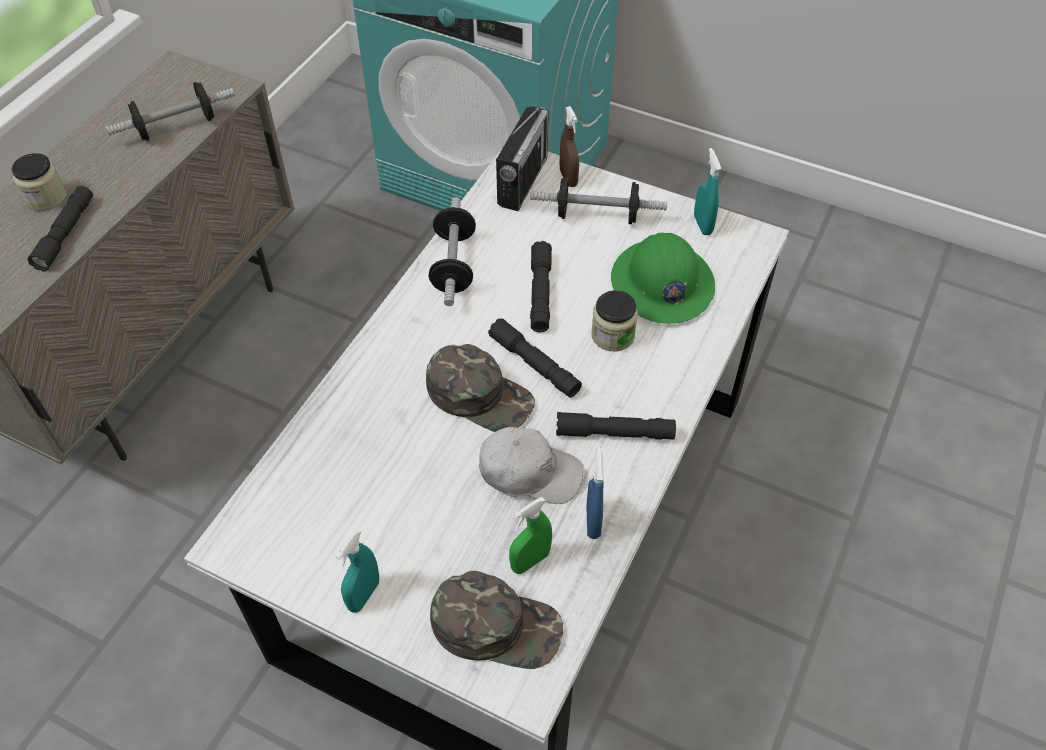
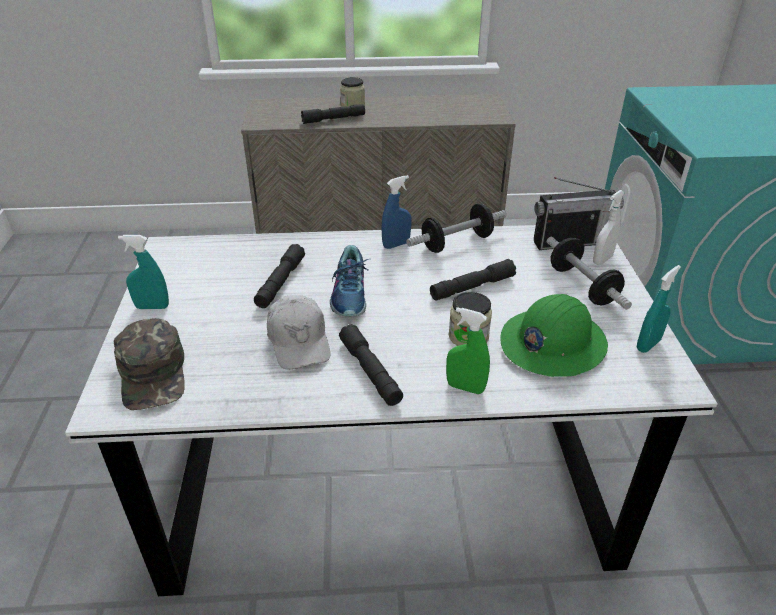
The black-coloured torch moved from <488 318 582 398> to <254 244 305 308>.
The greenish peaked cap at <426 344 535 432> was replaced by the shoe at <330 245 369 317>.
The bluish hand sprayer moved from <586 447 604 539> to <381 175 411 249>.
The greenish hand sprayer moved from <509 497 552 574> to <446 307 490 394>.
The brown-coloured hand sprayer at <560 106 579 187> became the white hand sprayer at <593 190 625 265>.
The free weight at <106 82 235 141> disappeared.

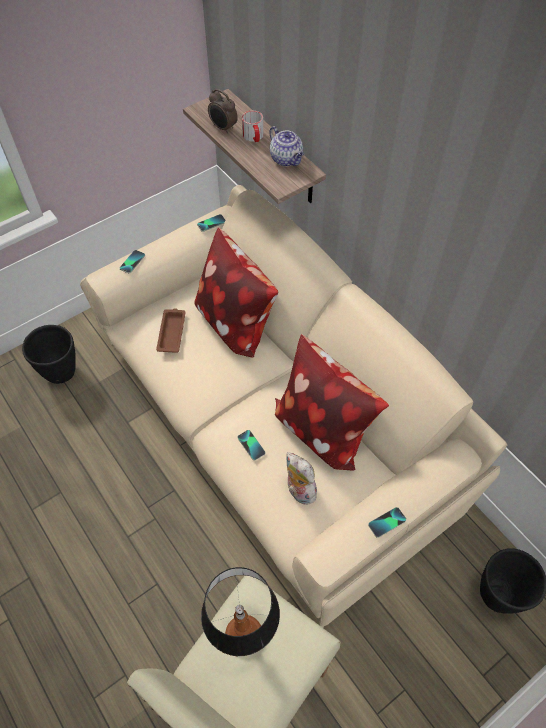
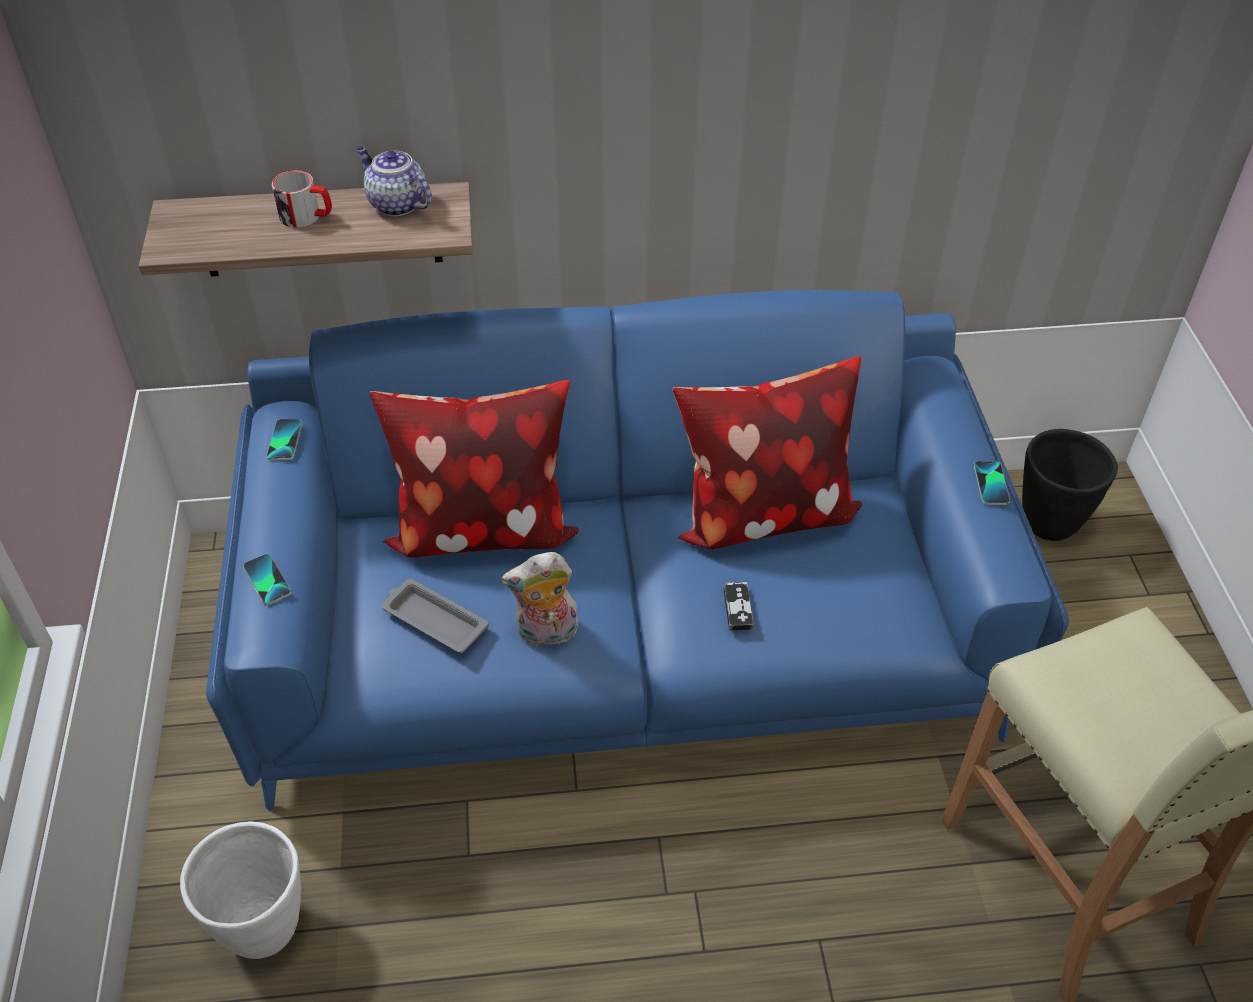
The black-coloured flower pot at <22 325 76 384> became the white flower pot at <180 821 301 959>.
The beige settee at <80 185 507 628> became the bluish settee at <206 290 1069 811>.
The pot for tea at <269 126 304 166> turned 135 degrees counterclockwise.
The brown-coloured serving tray at <156 308 186 353> became the greyish serving tray at <381 579 489 653>.
The cuddly toy moved from <286 452 317 505> to <501 552 579 649>.
The phone at <237 430 266 461> was replaced by the game controller at <723 582 754 631>.
The tabletop lamp at <201 567 280 656> disappeared.
The alarm clock at <208 89 238 134> disappeared.

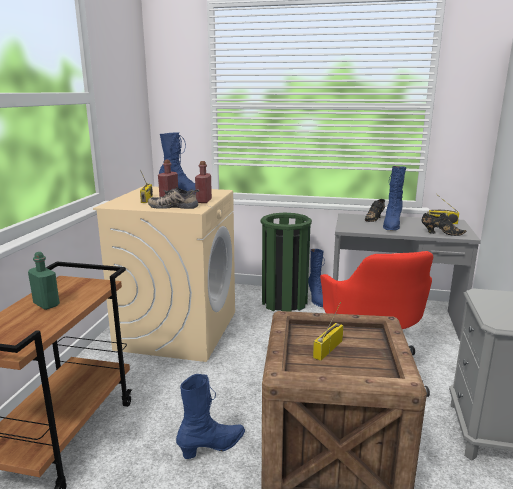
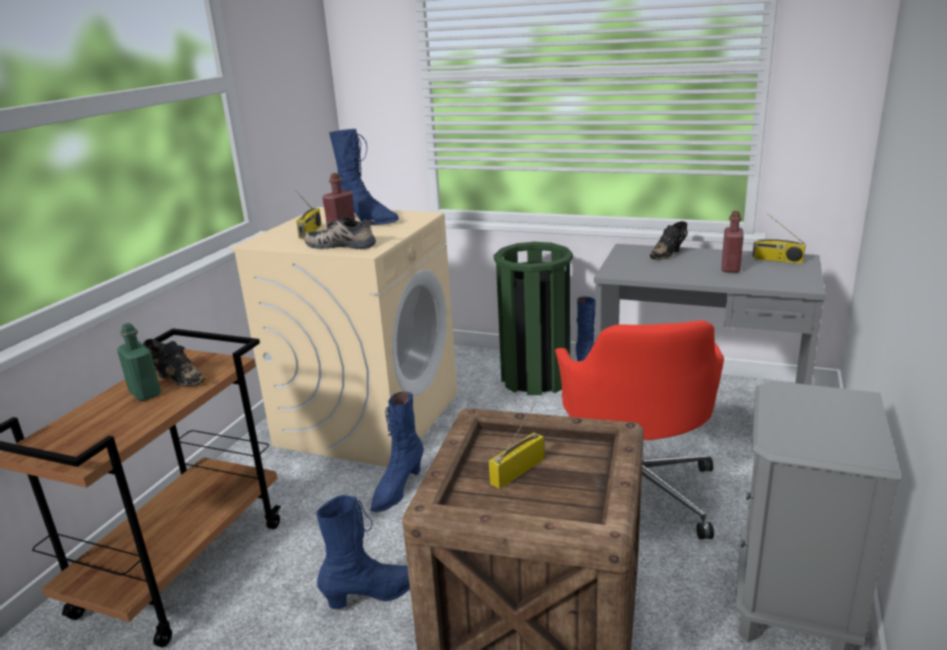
The black-coloured shoe moved from <421 213 466 236> to <143 339 205 386>.
The bluish high-top boot moved from <383 166 406 231> to <370 392 424 512>.
The reddish drink bottle moved from <195 161 212 203> to <721 211 744 273>.

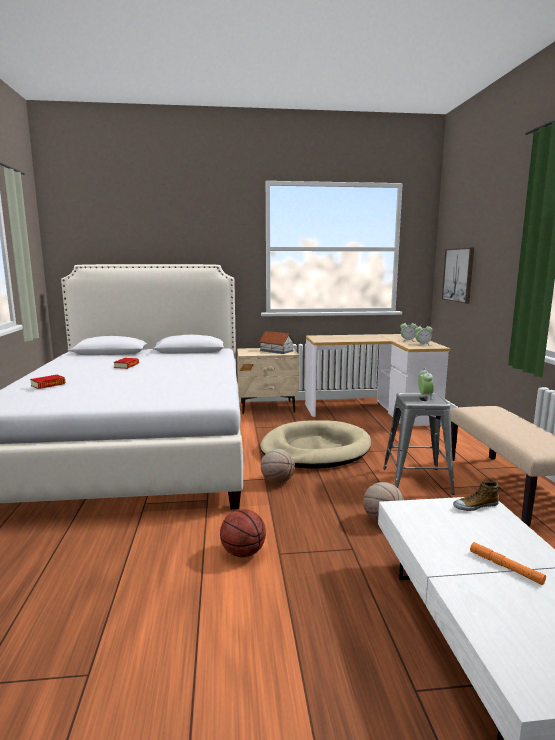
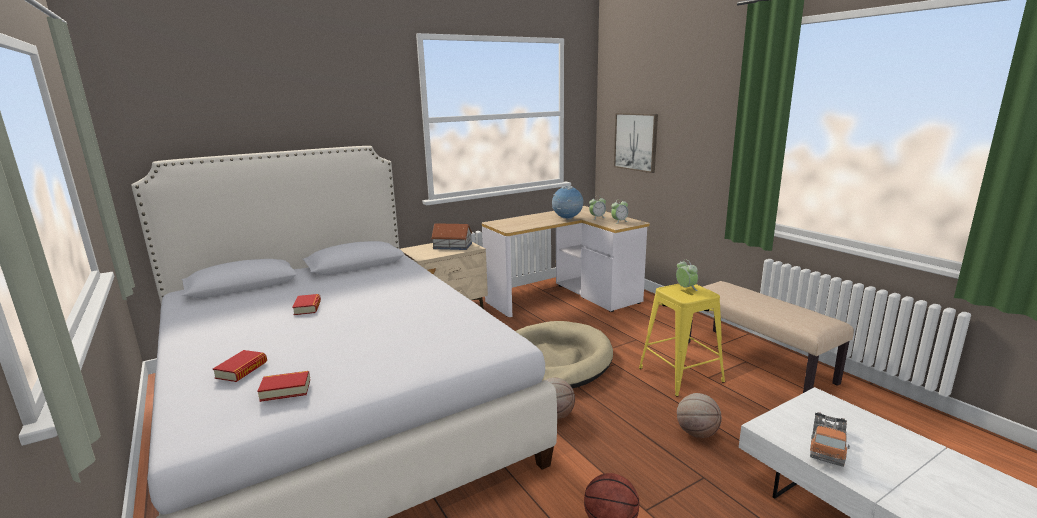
The volume at <258 371 310 402> appeared.
The desk globe at <552 186 584 220> appeared.
The greyish sitting stool at <383 393 455 495> became the yellow-coloured sitting stool at <639 284 725 396>.
The model truck at <810 412 850 467> appeared.
The shoe at <453 481 499 511> disappeared.
The orange-coloured torch at <470 542 546 585> disappeared.

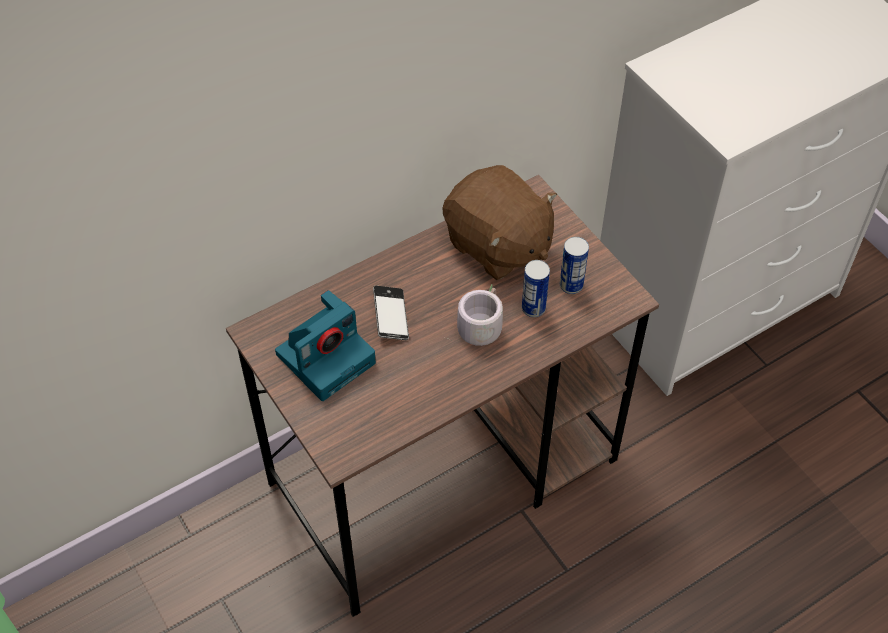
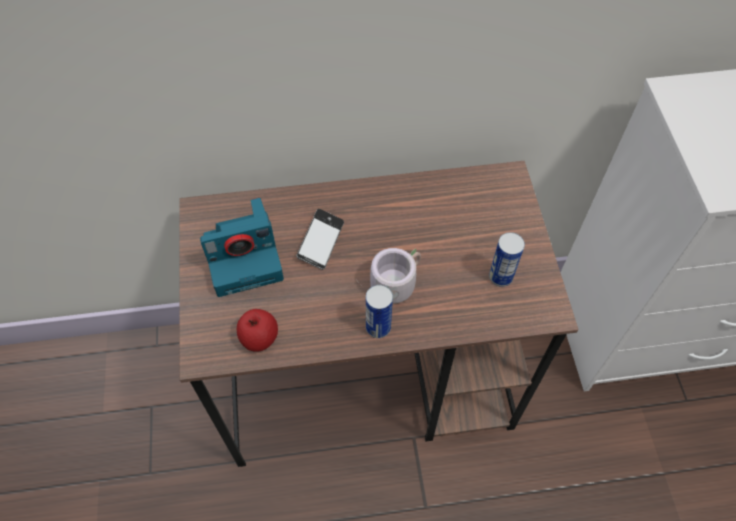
The apple fruit at <237 309 278 352> appeared.
The sealed can moved from <522 260 550 317> to <366 285 393 338>.
The brown-coloured cuddly toy at <443 165 557 280> disappeared.

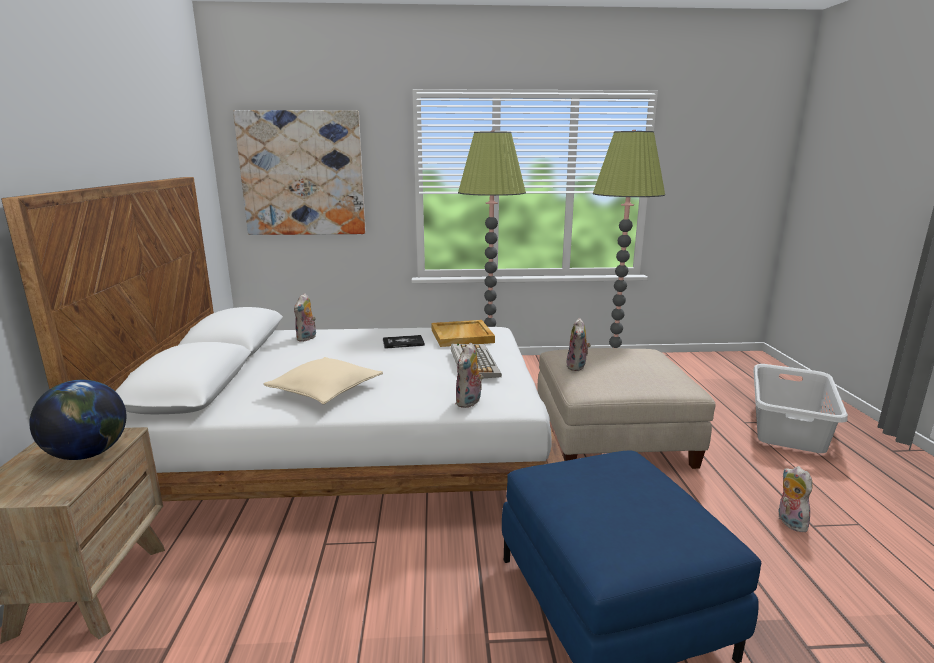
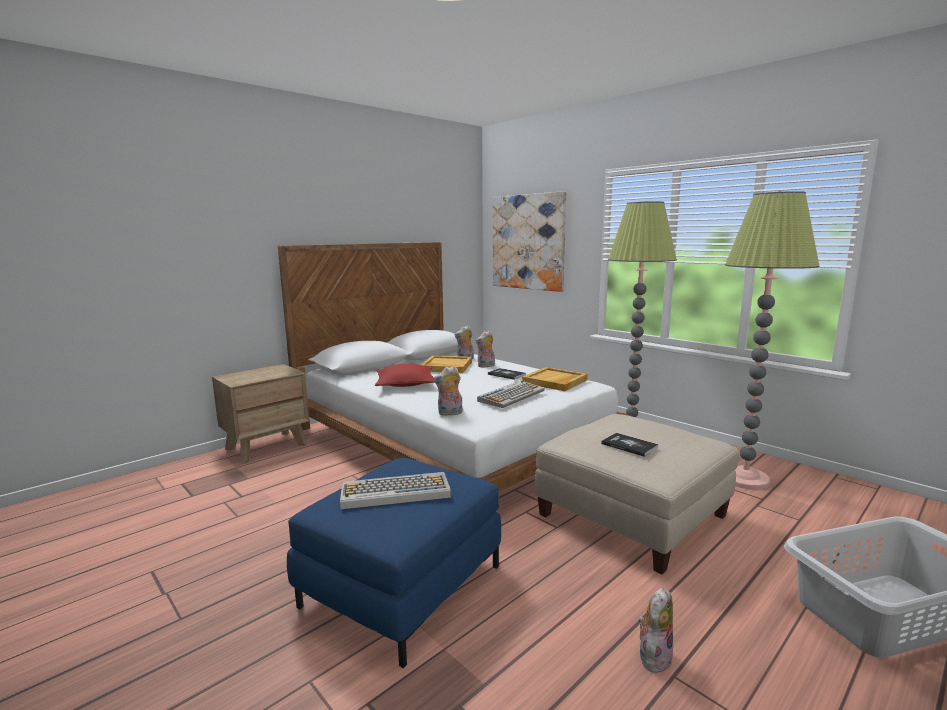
The keyboard at <340 472 451 510> appeared.
The beige cushion at <263 357 383 404> became the reddish cushion at <375 363 435 387>.
The beige serving tray at <421 355 472 373> appeared.
The cuddly toy moved from <566 318 591 371> to <475 331 495 367>.
The volume at <601 433 658 457> appeared.
The desk globe at <29 380 126 460> disappeared.

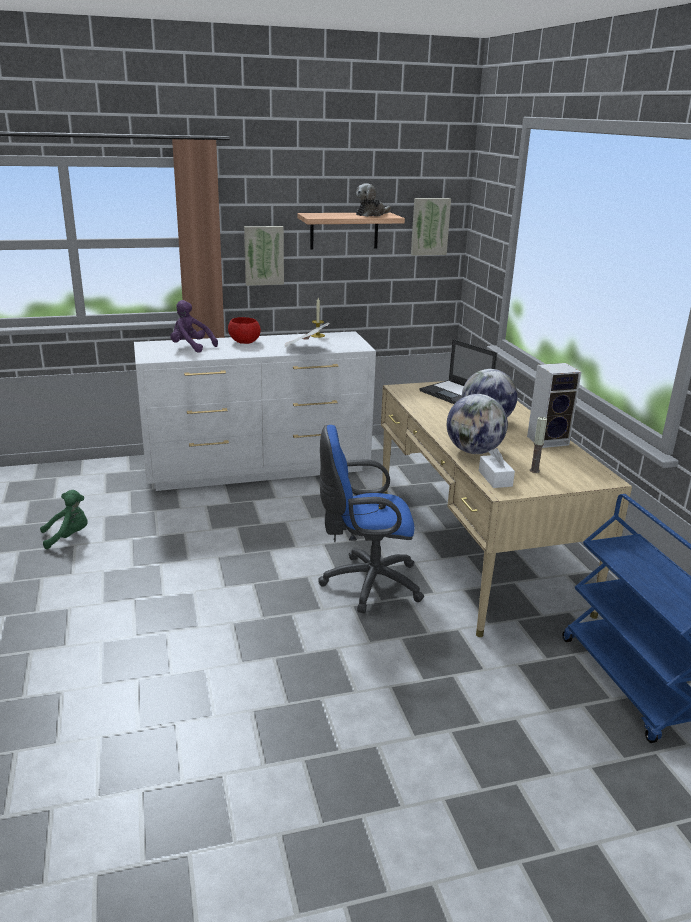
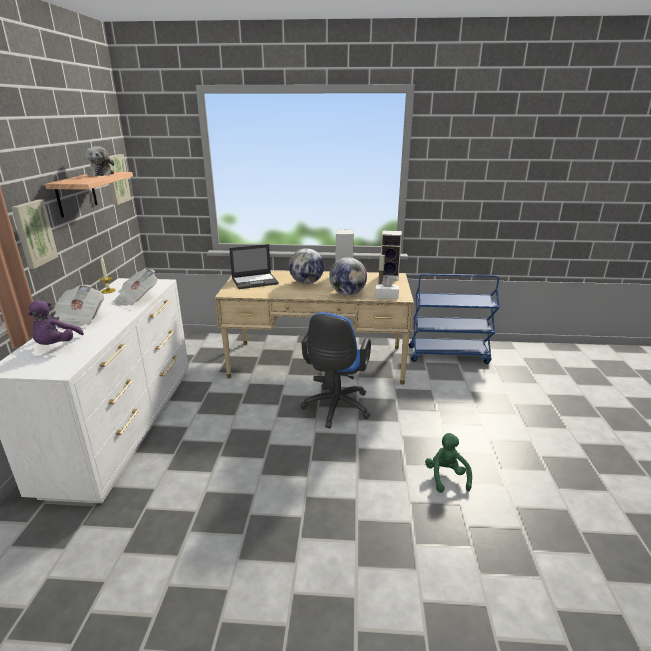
The purplish cuddly toy at <170 300 218 353> turned 45 degrees counterclockwise.
The reddish serving bowl at <228 317 261 344> was replaced by the daily paper at <54 285 104 330>.
The audio speaker at <381 230 402 280> appeared.
The greenish cuddly toy moved from <40 490 88 549> to <425 433 472 493>.

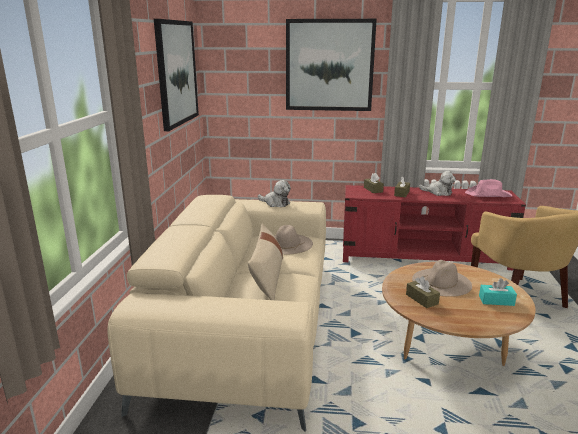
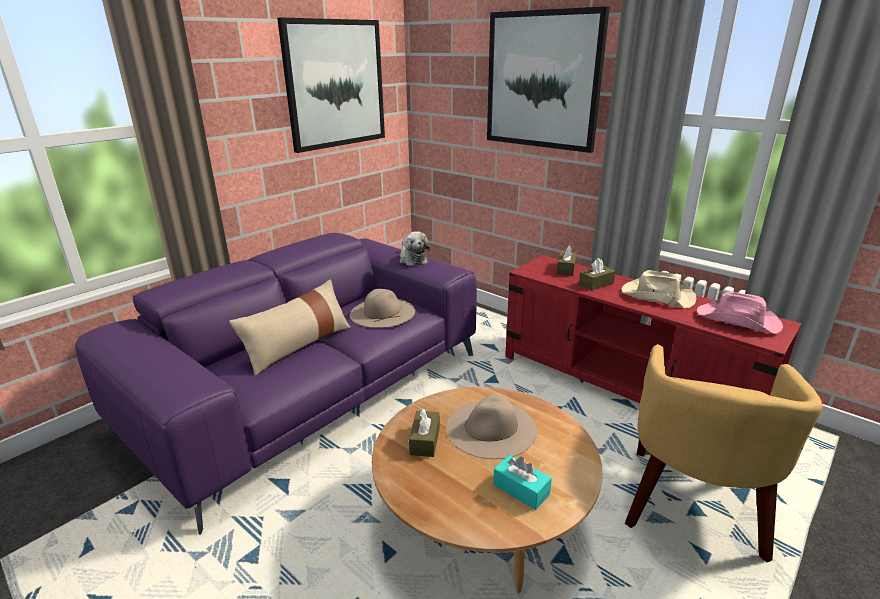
The beige settee at <107 195 326 431> became the purplish settee at <75 233 477 535>.
The cuddly toy at <419 171 456 196> was replaced by the beige hat at <621 270 696 308>.

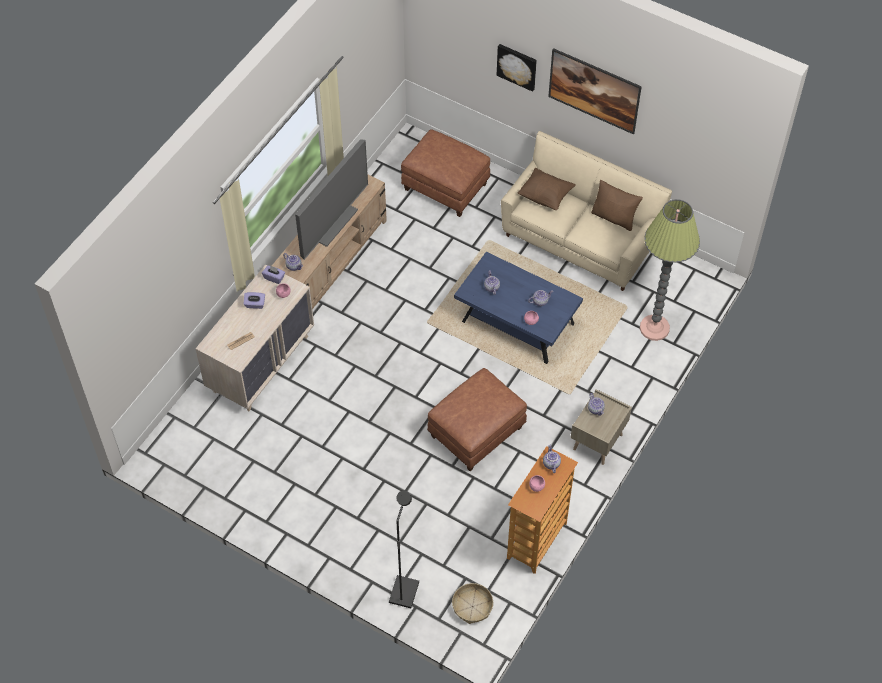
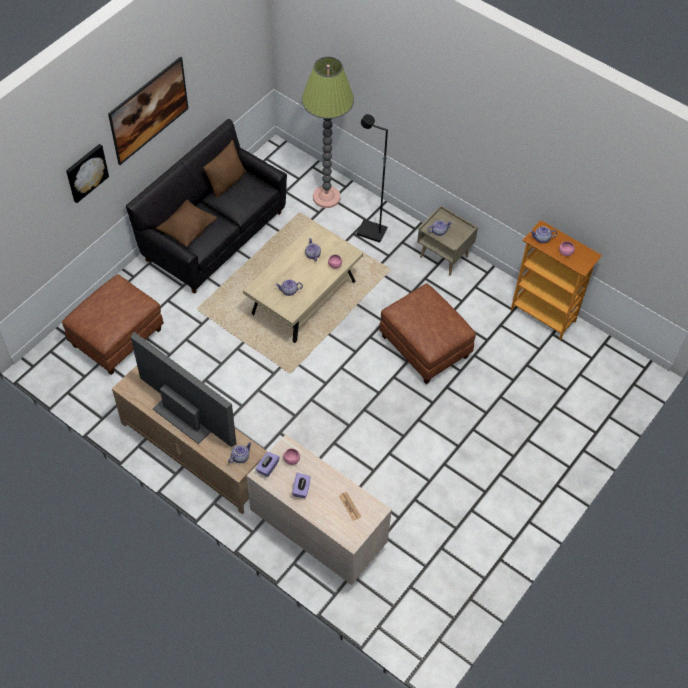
The beige settee at <501 131 672 291> became the black-coloured settee at <126 119 287 294>.
The bluish low table at <454 252 583 364> became the beige low table at <243 223 363 343>.
The black-coloured standing lamp moved from <389 491 419 608> to <357 114 388 243>.
The storage basket at <452 583 493 624> disappeared.

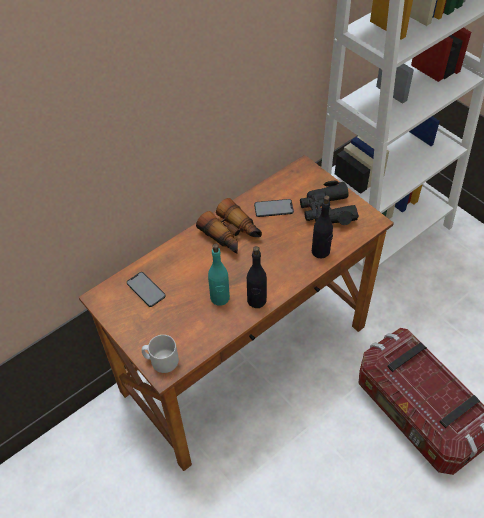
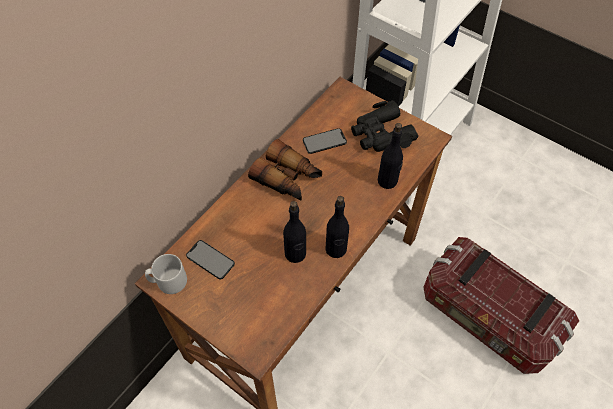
The greyish coffee mug moved from <142 335 179 373> to <145 254 187 294>.
The blue-green drink bottle at <208 244 230 306> became the black-coloured drink bottle at <283 201 306 263>.

